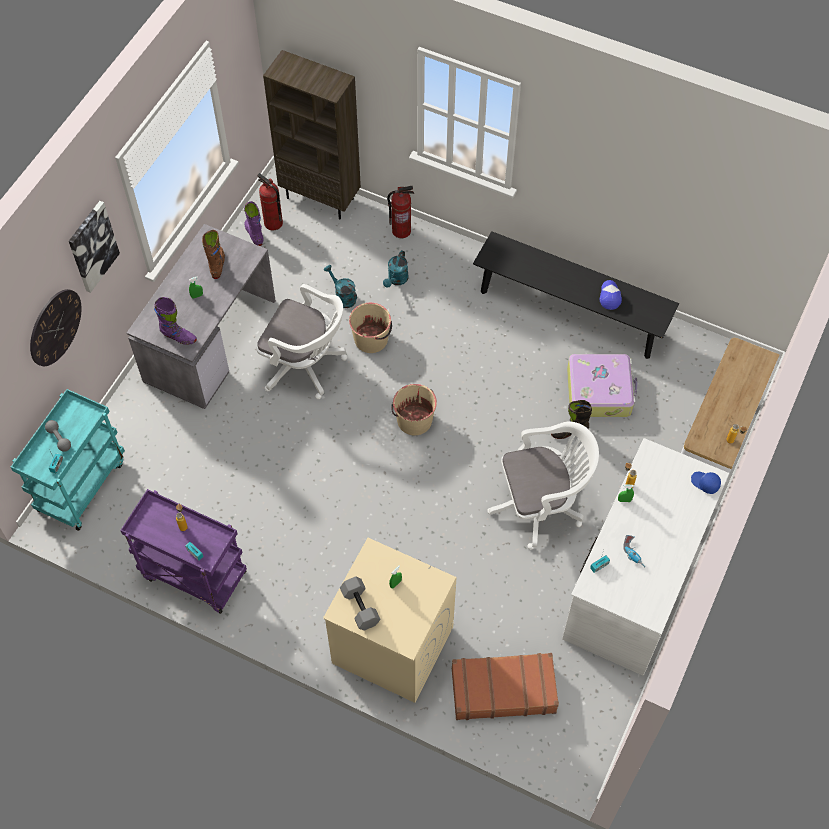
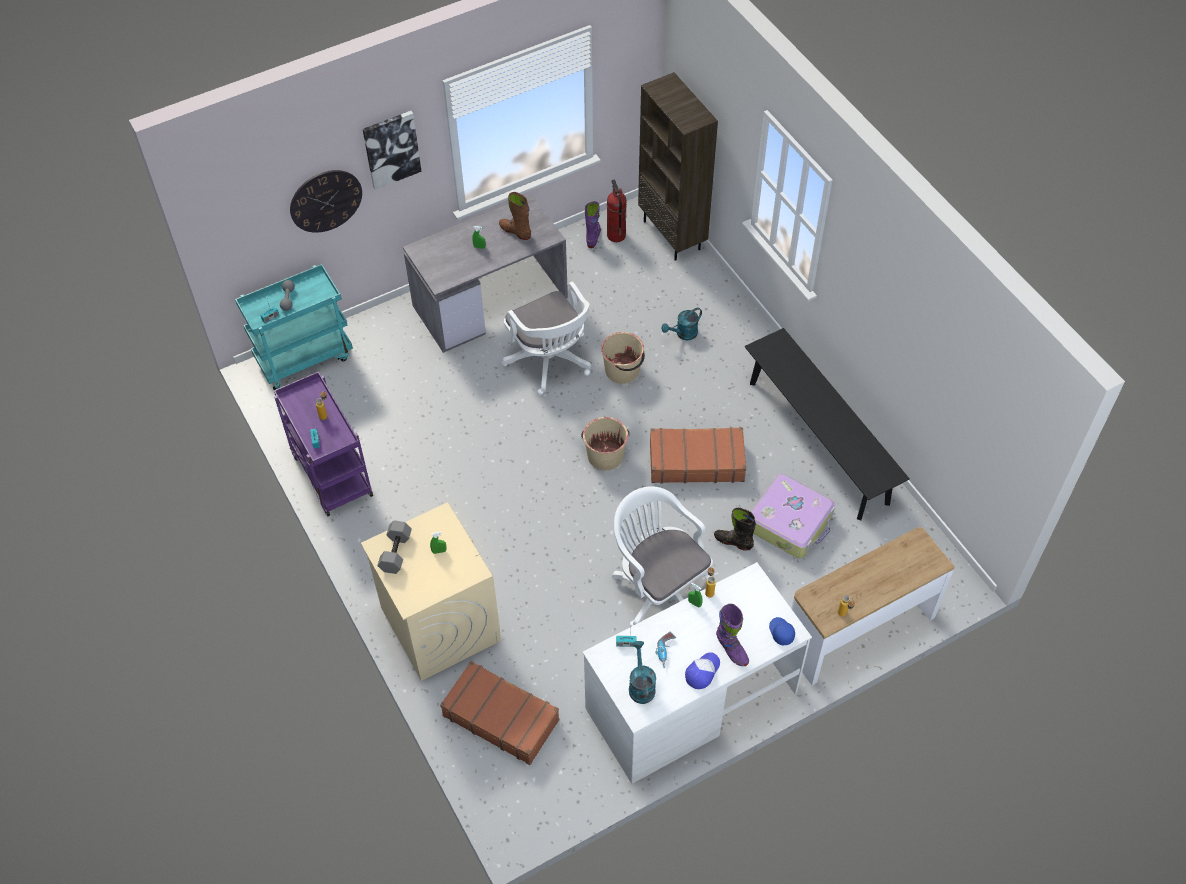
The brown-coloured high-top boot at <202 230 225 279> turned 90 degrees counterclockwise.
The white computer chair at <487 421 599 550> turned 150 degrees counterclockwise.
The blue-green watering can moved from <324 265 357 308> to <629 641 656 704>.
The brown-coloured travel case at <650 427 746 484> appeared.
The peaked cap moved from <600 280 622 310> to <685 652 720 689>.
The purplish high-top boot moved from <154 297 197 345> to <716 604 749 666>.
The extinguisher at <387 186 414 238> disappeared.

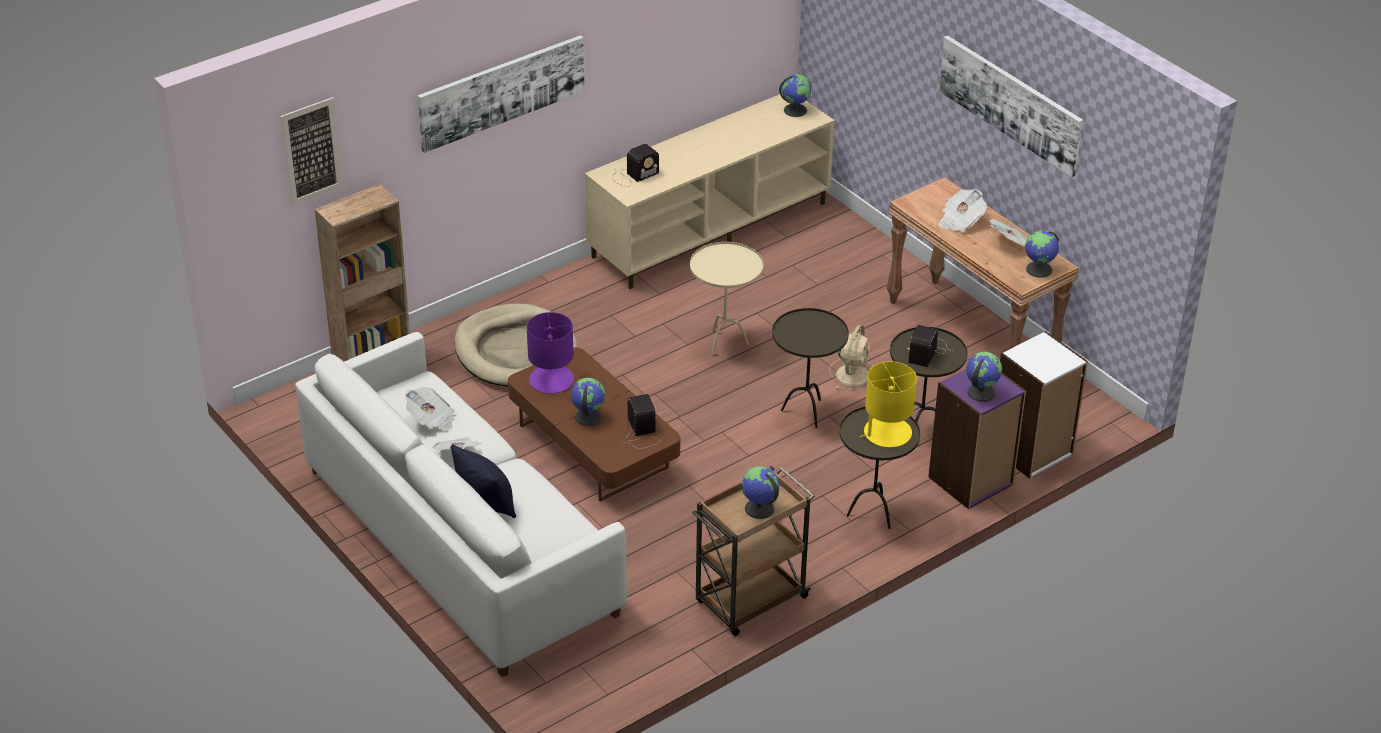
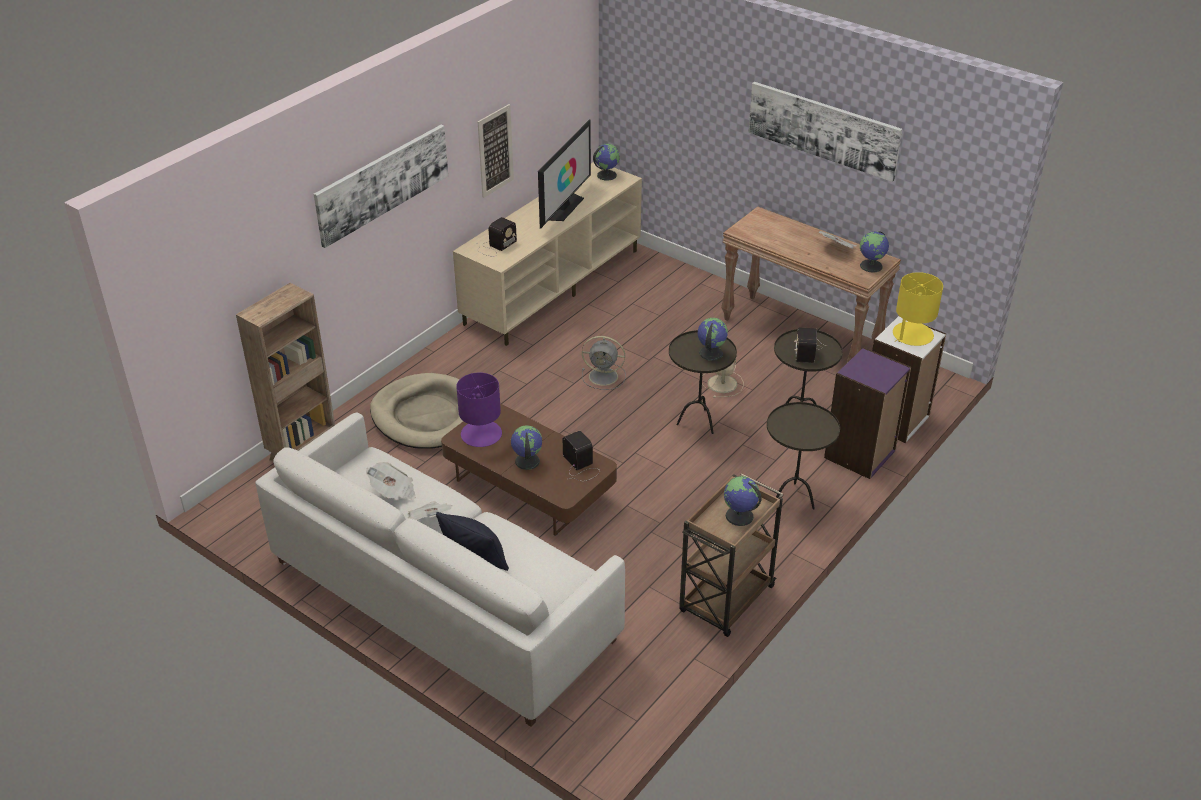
The wall picture moved from <280 97 343 206> to <478 104 514 198>.
The TV set at <538 119 591 229> appeared.
The beige accent table at <690 242 763 357> was replaced by the greyish fan at <582 336 626 390>.
The desk globe moved from <966 352 1002 402> to <698 318 728 361>.
The yellow-coloured tabletop lamp moved from <860 361 917 447> to <893 272 943 346>.
The daily paper at <939 189 987 232> disappeared.

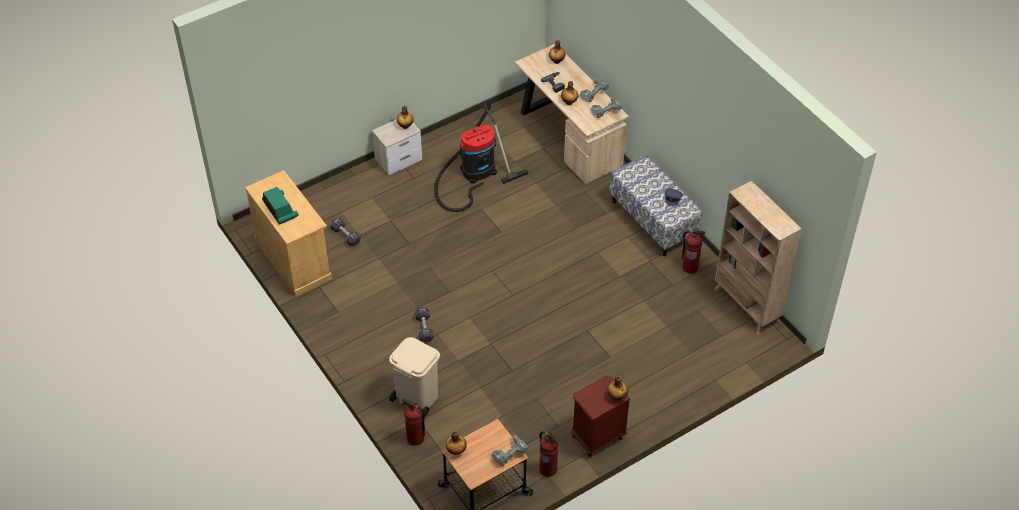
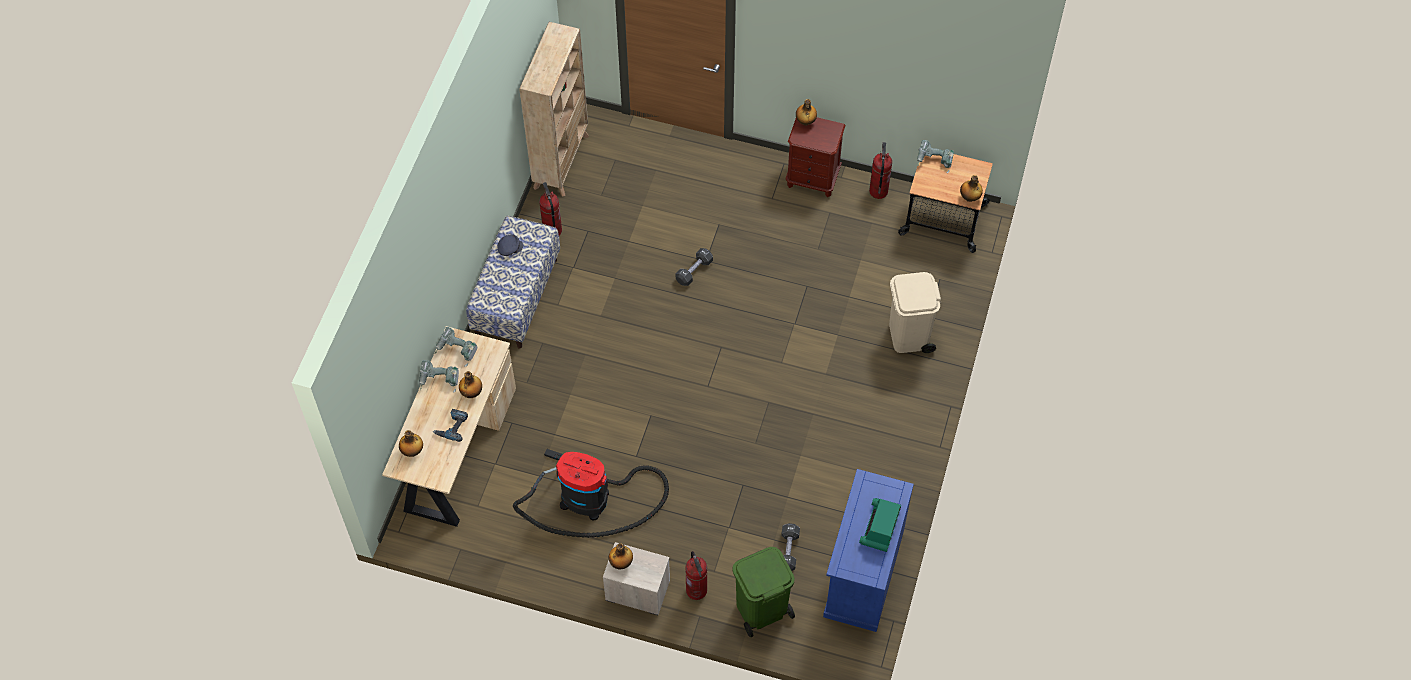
The black-coloured free weight moved from <415 307 434 342> to <676 248 713 286>.
The extinguisher moved from <402 398 425 446> to <685 551 708 600>.
The greenish trash can at <732 547 795 638> appeared.
The beige cupboard at <245 170 332 296> became the bluish cupboard at <823 469 914 632>.

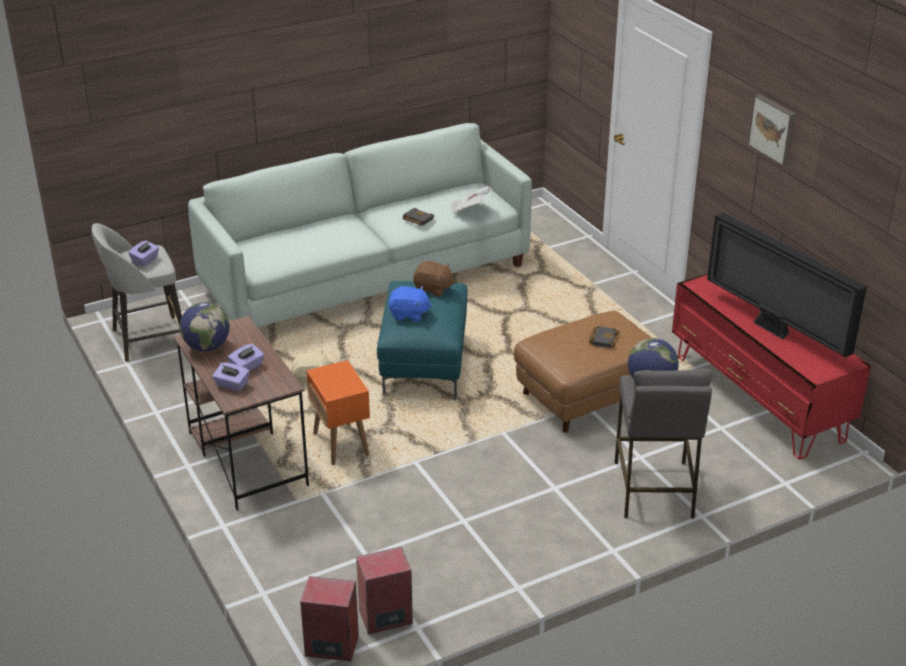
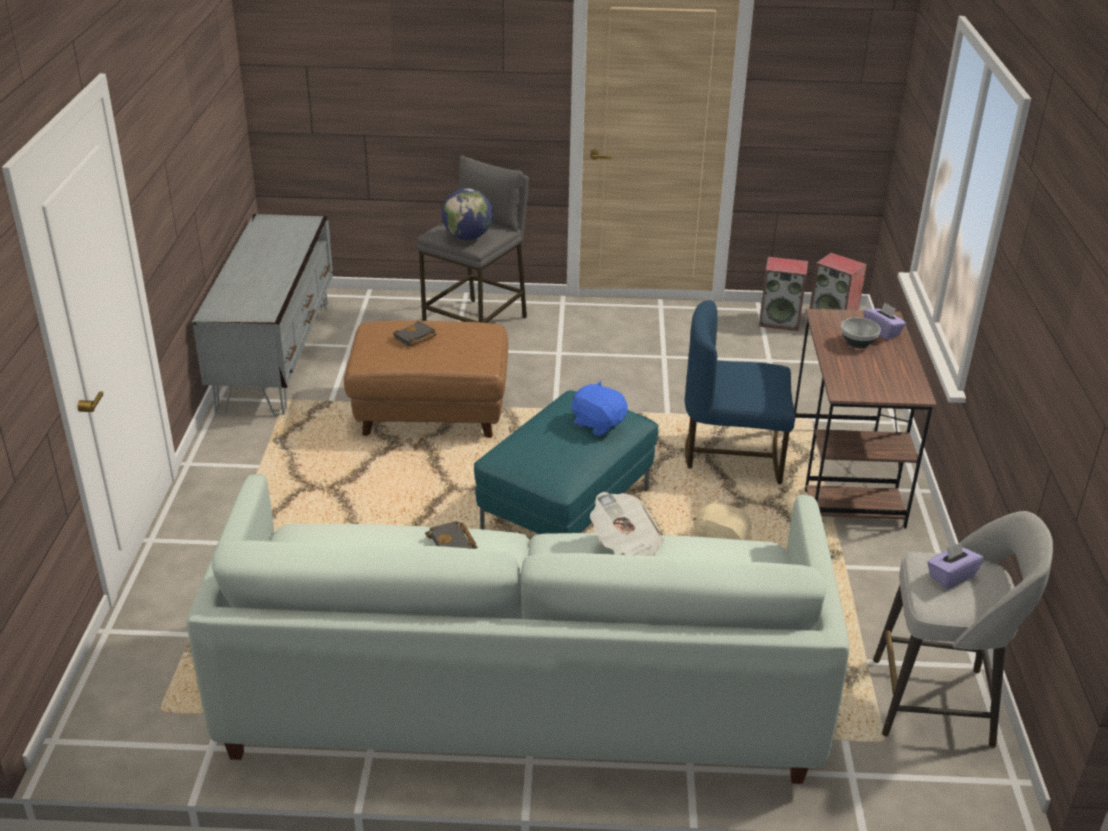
The reddish tv unit at <672 274 871 459> became the greyish tv unit at <192 214 333 415>.
The daily paper moved from <451 186 492 212> to <590 492 664 556>.
The orange-coloured accent table at <306 360 370 465> was replaced by the bluish plain chair at <685 300 795 484>.
The purplish tissue box at <228 344 264 371> was replaced by the serving bowl at <841 318 881 348>.
The desk globe at <180 302 230 351> disappeared.
The brown-coloured cuddly toy at <413 261 455 297> disappeared.
The TV set at <707 212 867 357> disappeared.
The wall picture at <748 94 796 166> disappeared.

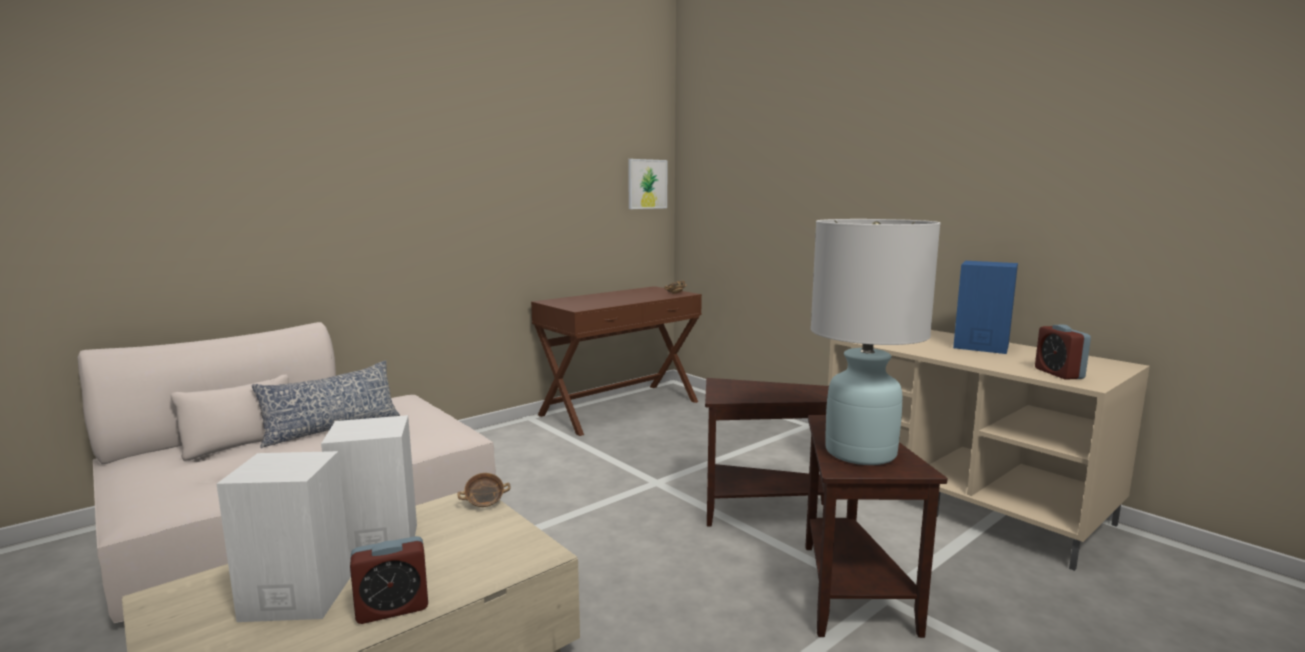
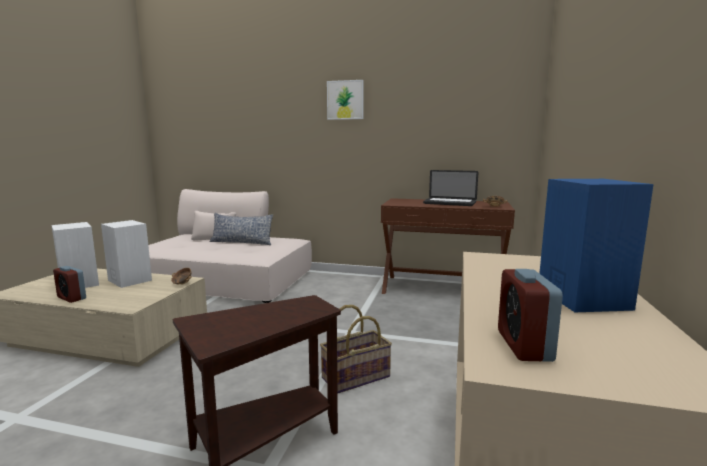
The brown-coloured accent table at <705 378 829 527> was replaced by the storage basket at <320 305 392 394>.
The wall picture moved from <628 159 667 209> to <327 80 364 120>.
The notebook computer at <423 170 478 206> appeared.
The alarm clock at <1035 325 1091 380> turned 45 degrees counterclockwise.
The white tabletop lamp at <811 219 941 465> disappeared.

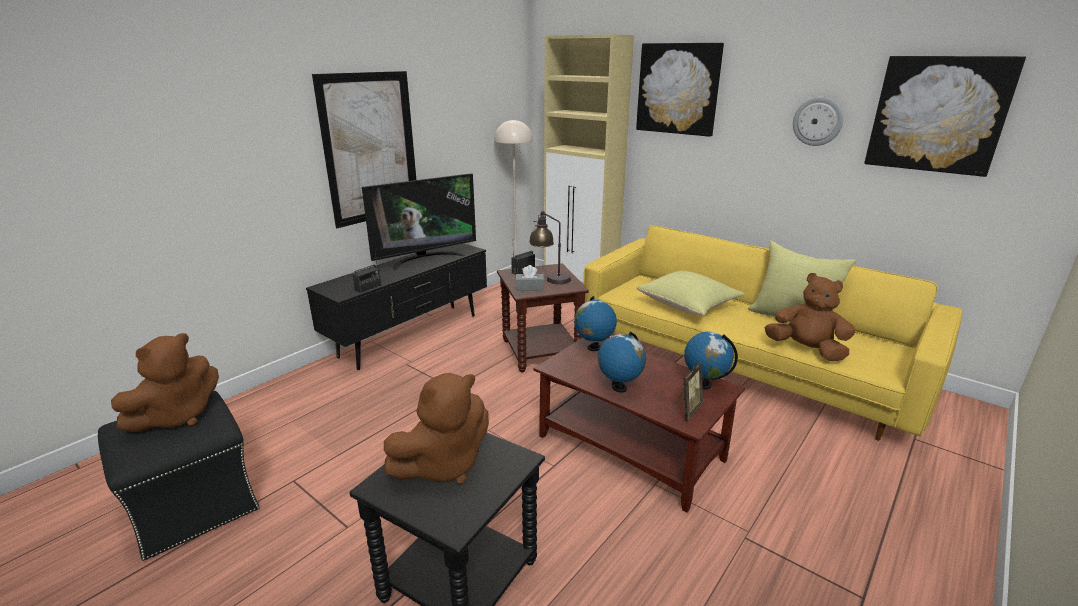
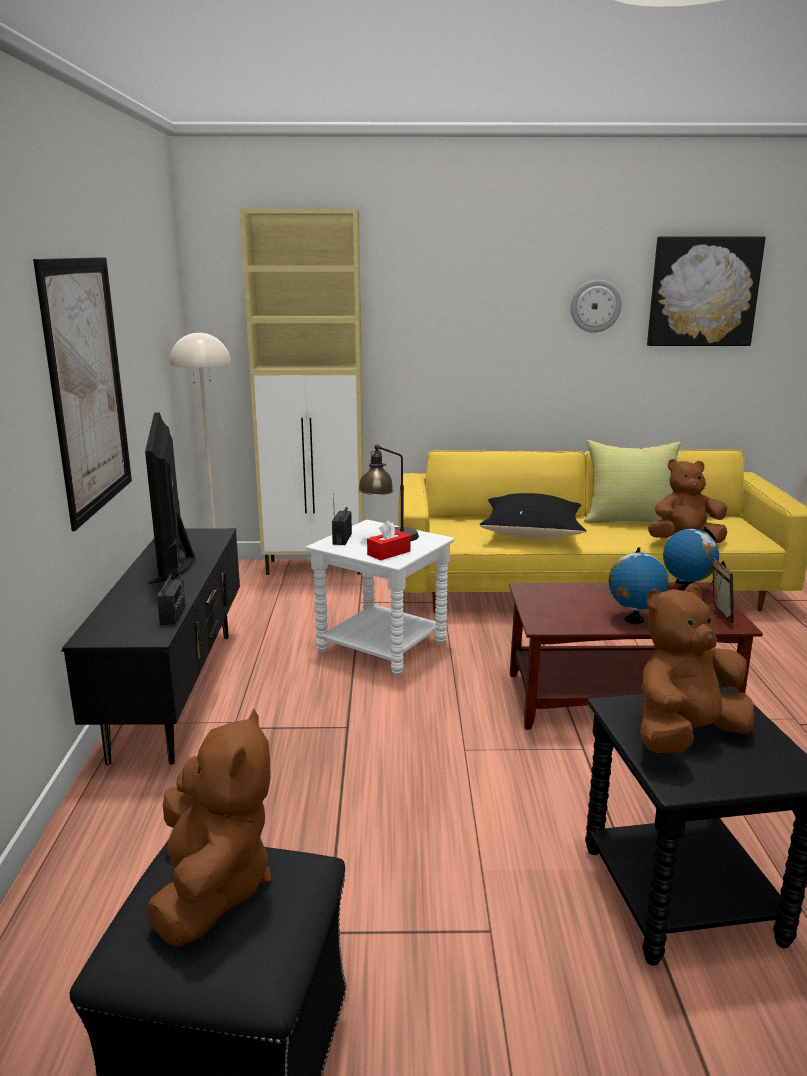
The TV set at <362 173 476 270> turned 150 degrees clockwise.
The brown-coloured accent table at <497 263 589 373> became the white accent table at <306 520 454 677>.
The greyish tissue box at <516 265 544 291> became the reddish tissue box at <367 520 411 560>.
The yellow-coloured cushion at <637 271 745 315> became the black-coloured cushion at <480 493 587 539>.
The brown-coloured cuddly toy at <383 373 489 485> turned 135 degrees counterclockwise.
The desk globe at <575 296 617 351> disappeared.
The wall picture at <636 43 724 137> disappeared.

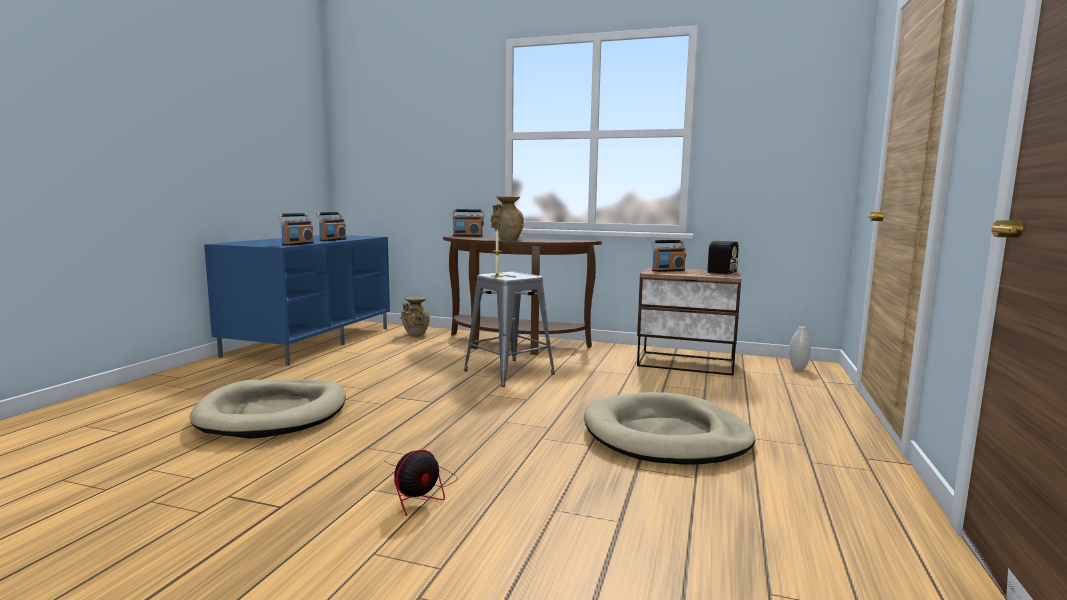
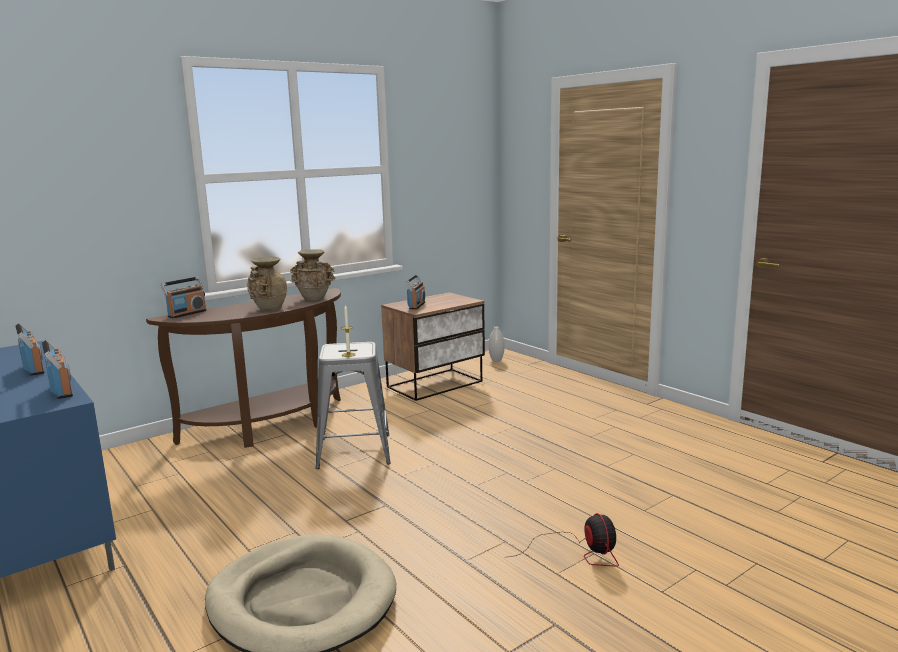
The beige decorative vase moved from <400 296 430 337> to <290 249 335 301>.
The beige dog bed at <584 392 755 465> disappeared.
The radio receiver at <693 241 740 276> disappeared.

